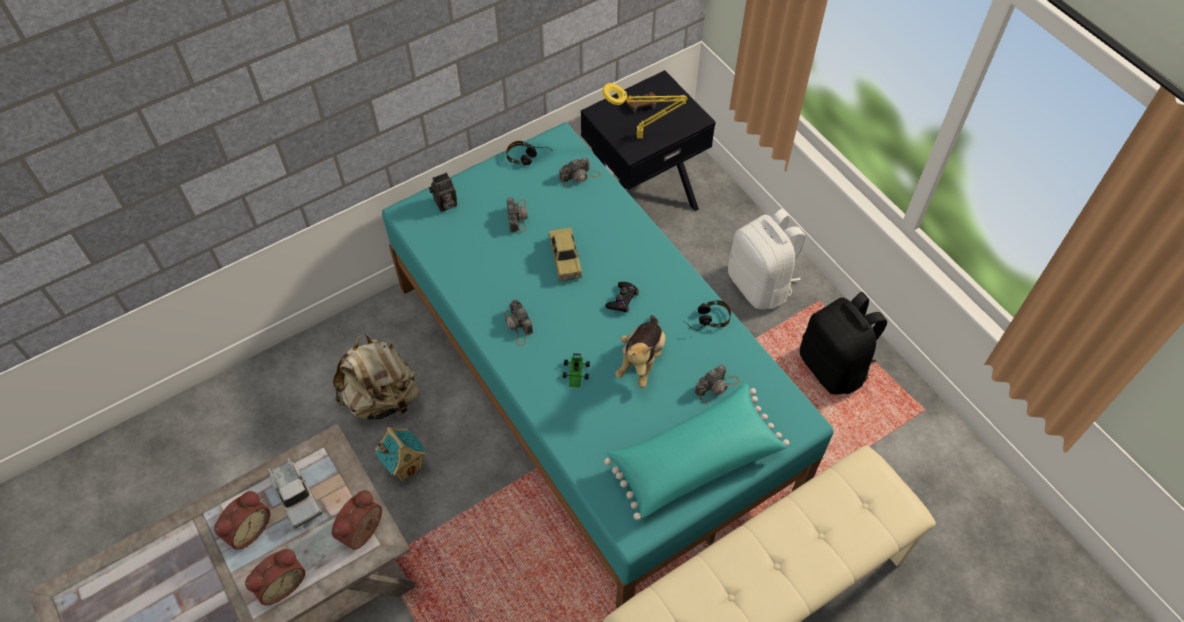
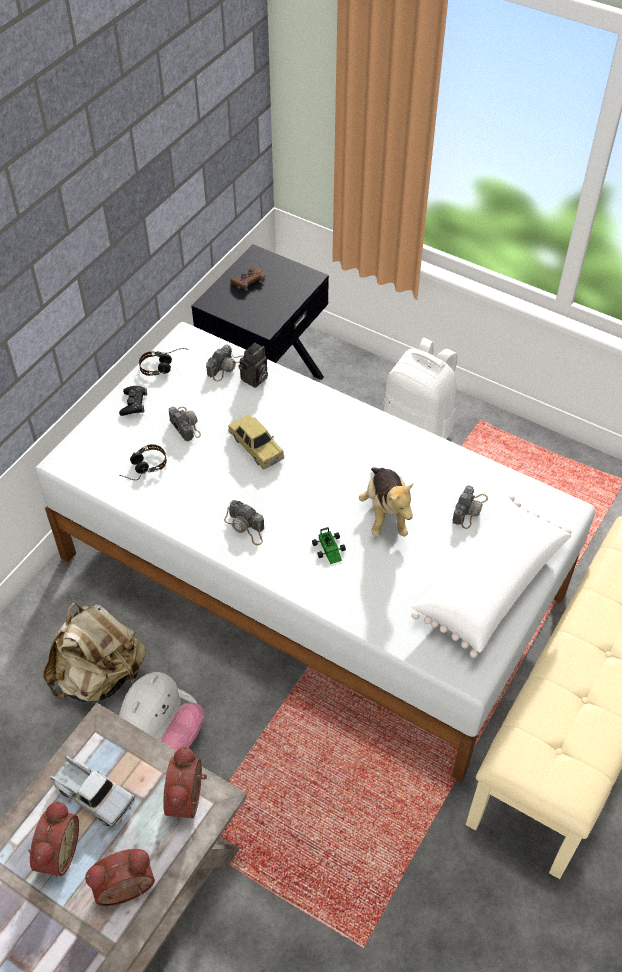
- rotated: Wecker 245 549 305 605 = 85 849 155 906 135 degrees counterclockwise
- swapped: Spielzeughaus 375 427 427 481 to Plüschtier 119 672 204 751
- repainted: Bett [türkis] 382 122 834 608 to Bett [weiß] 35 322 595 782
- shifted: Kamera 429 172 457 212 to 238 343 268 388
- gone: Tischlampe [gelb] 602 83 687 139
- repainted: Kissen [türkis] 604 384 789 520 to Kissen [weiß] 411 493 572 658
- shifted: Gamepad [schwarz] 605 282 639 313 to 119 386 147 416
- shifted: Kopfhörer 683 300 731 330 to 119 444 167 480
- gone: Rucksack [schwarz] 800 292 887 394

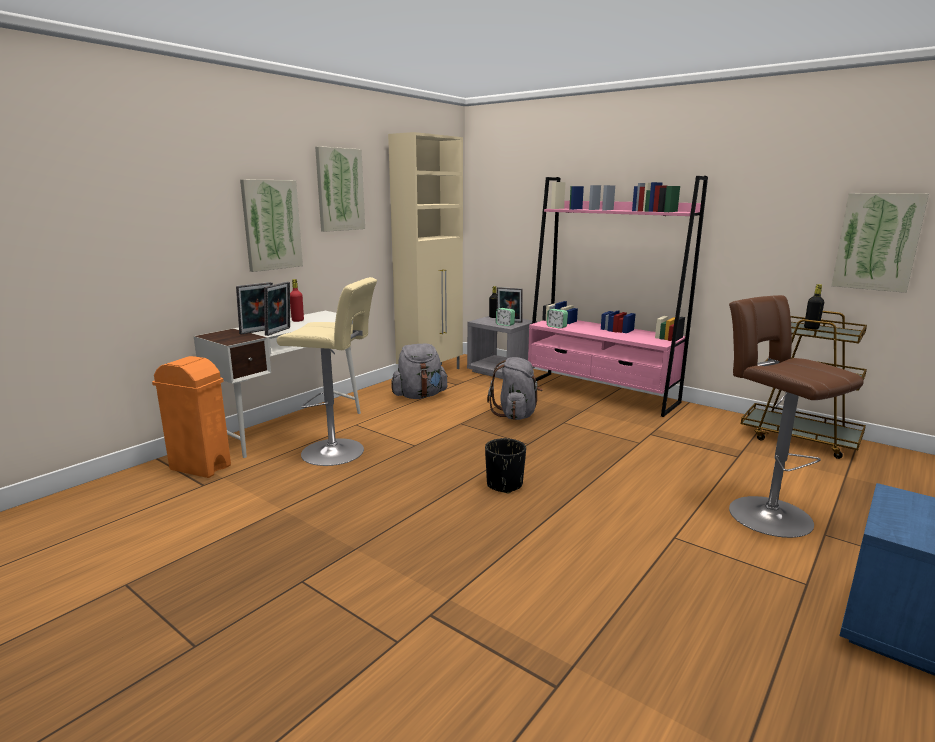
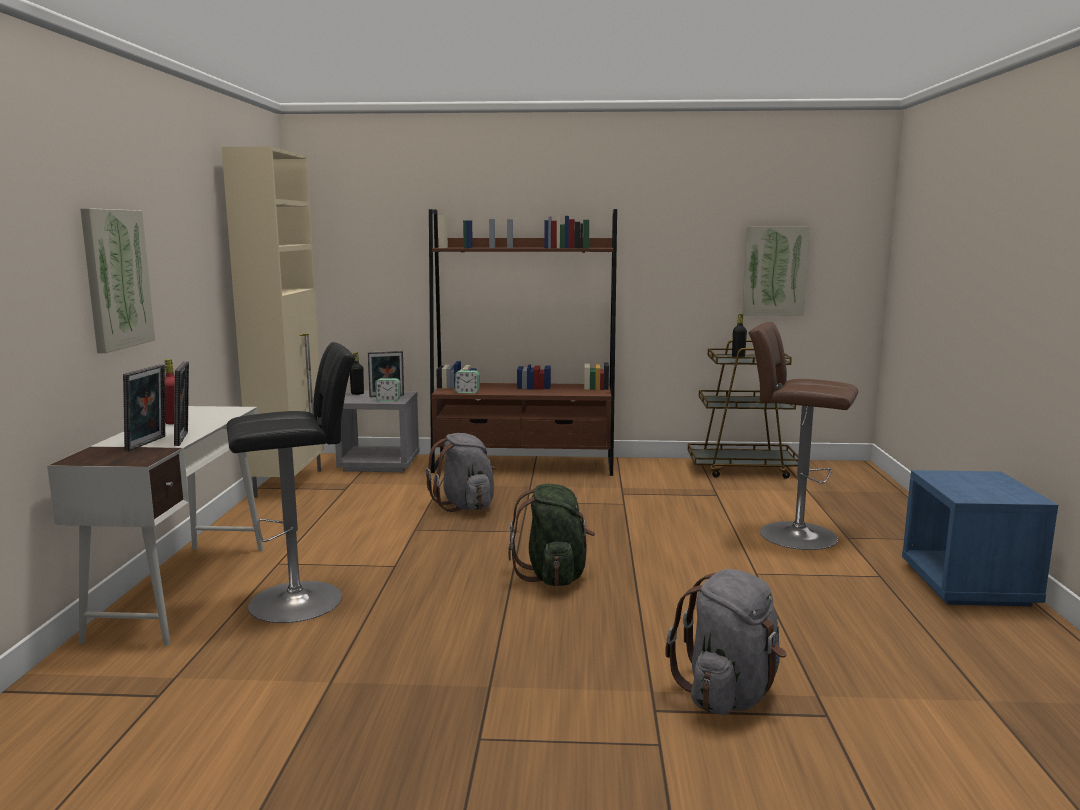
- gone: Mülleimer [orange] 152 356 231 478
- repainted: Hocker [beige] 277 277 377 466 to Hocker [schwarz] 227 342 355 623
- gone: Bild 315 146 365 232
- shifted: Rucksack [grau] 391 344 448 399 to 665 569 787 715
- swapped: Pflanzkübel [schwarz] 485 438 526 493 to Rucksack [grün] 508 484 595 586
- repainted: Bücherregal [rosa] 528 176 708 417 to Bücherregal [braun] 429 209 617 476

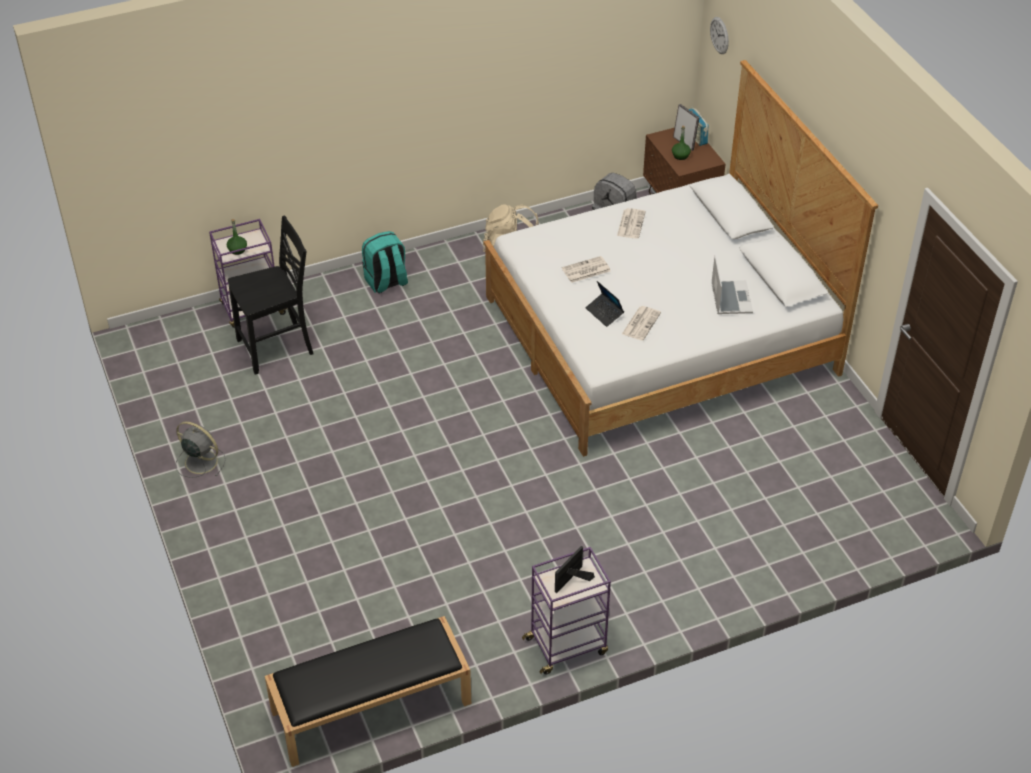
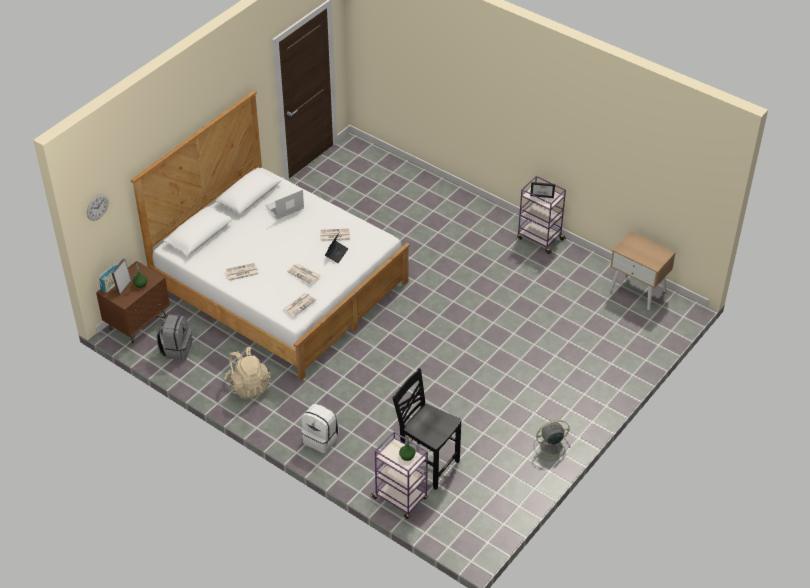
- rotated: Ventilator [grau] 176 421 226 478 = 534 420 571 461 75 degrees clockwise
- swapped: Bank [schwarz] 265 616 471 767 to Nachttisch [beige] 609 231 676 310
- repainted: Rucksack [türkis] 362 231 408 293 to Rucksack [weiß] 301 404 339 453
- new: Zeitung 283 293 316 317

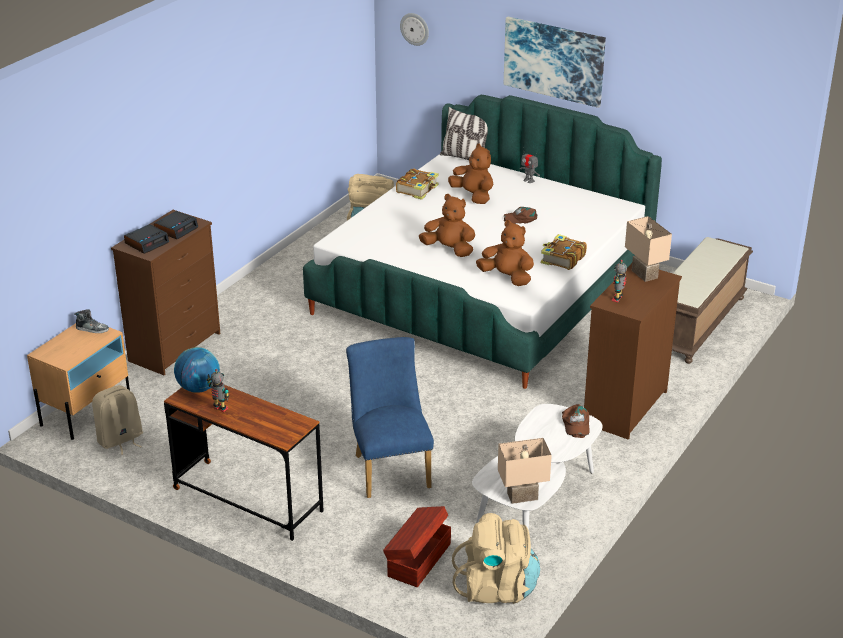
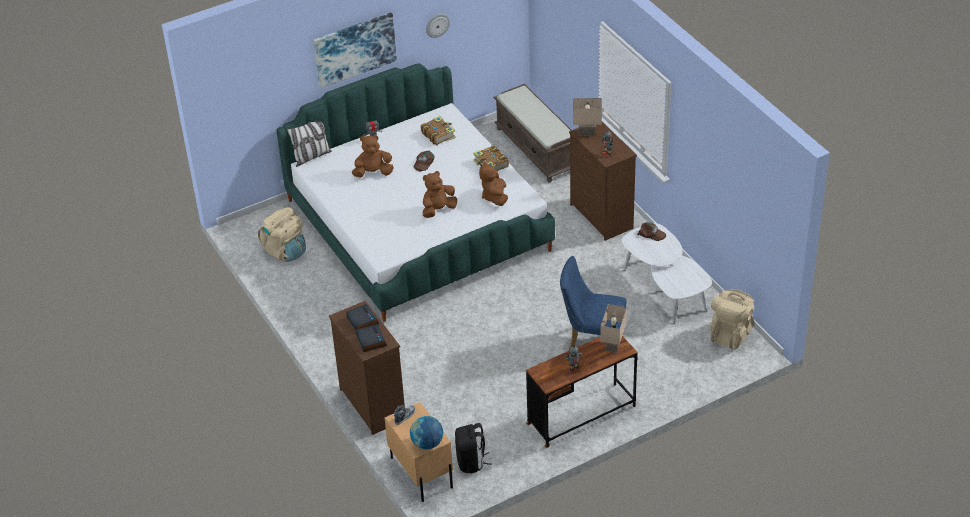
- repainted: Rucksack [beige] 92 385 143 455 to Rucksack [schwarz] 455 423 492 473
- shifted: Globus 174 347 220 393 to 410 416 443 449
- gone: Aufbewahrungsbox [braun] 383 506 451 587
- shifted: Buch 396 168 439 200 to 421 116 456 145
- shifted: Wanduhr 400 13 429 46 to 426 14 450 38
- rotated: Plüschtier [braun] 476 220 534 286 = 479 161 508 206 60 degrees counterclockwise
- shifted: Tischlampe [beige] 498 438 552 504 to 600 304 627 353

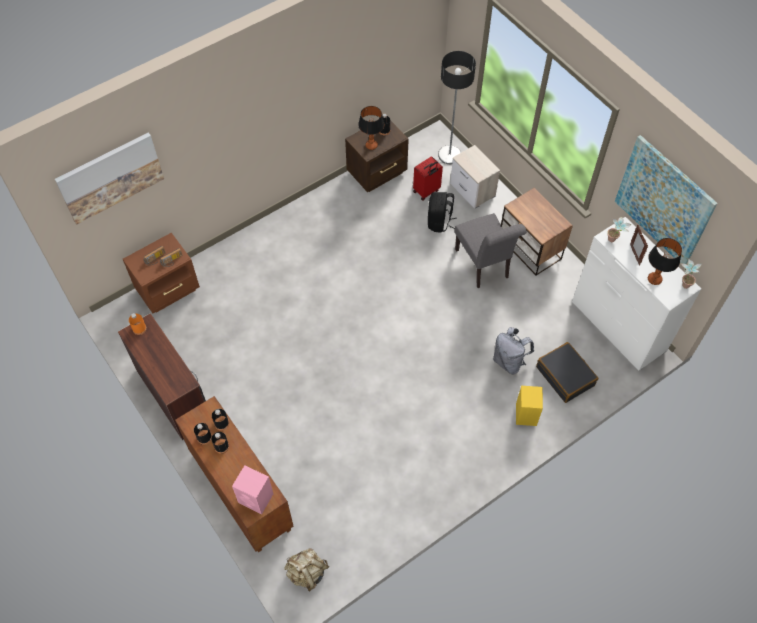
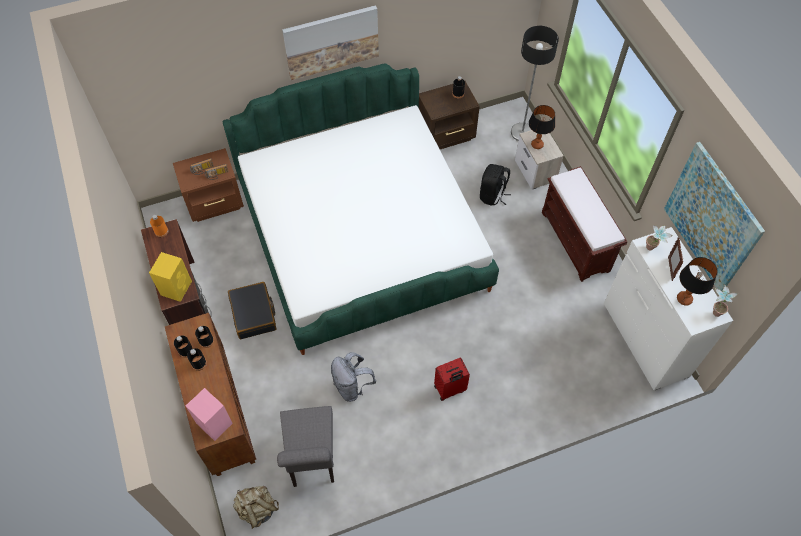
- shifted: Bild 55 132 164 225 to 282 5 379 80
- shifted: Tischlampe 358 106 384 150 to 529 105 555 149
- shifted: Koffer [rot] 413 156 443 201 to 434 358 470 401
- shifted: Stuhl [grau] 455 213 526 288 to 277 406 334 487
- shifted: Rucksack [grau] 493 327 534 374 to 331 352 376 402
- swapped: Nachttisch 501 188 573 275 to Bank [braun] 542 166 627 282
- shifted: Lautsprecher [gelb] 516 386 543 426 to 149 252 192 302
- shifted: Koffer [schwarz] 536 342 598 403 to 228 282 276 339
- new: Bett 222 64 499 355

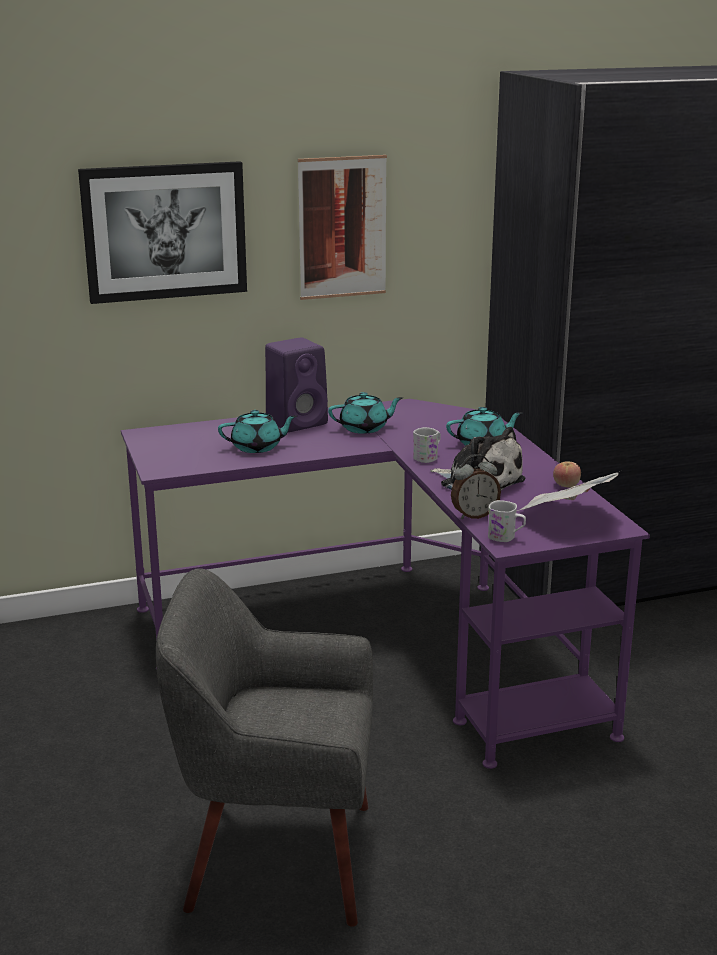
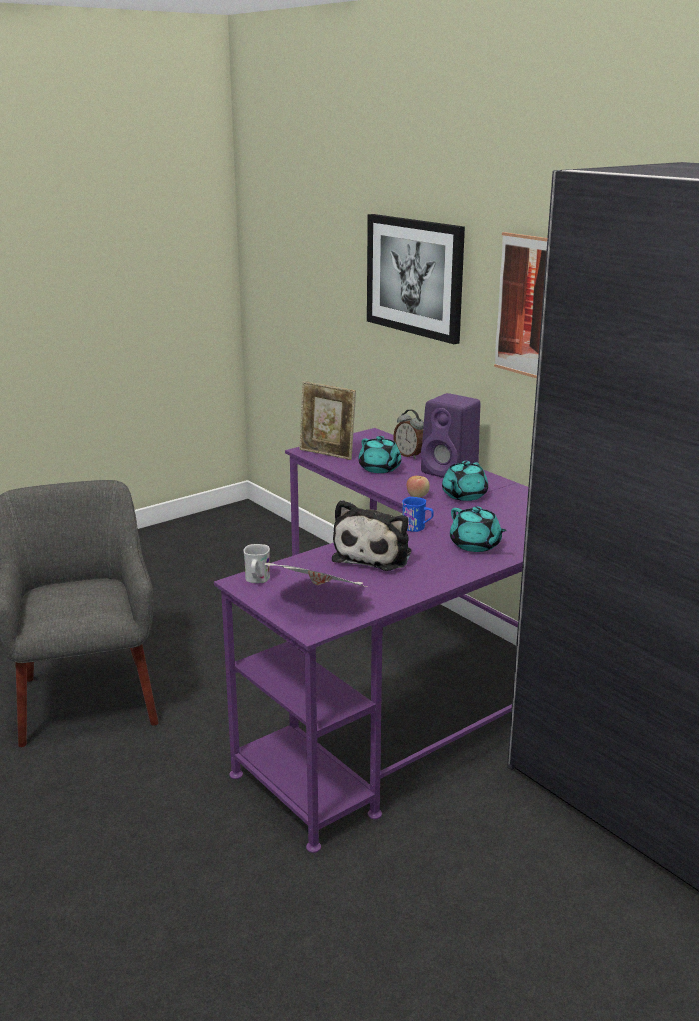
- rotated: Teekanne [türkis] 328 392 403 434 = 442 461 488 501 60 degrees clockwise
- repainted: Henkelbecher [weiß] 413 427 441 463 to Henkelbecher [blau] 402 497 434 532
- shifted: Wecker 451 454 501 519 to 393 409 424 459
- shifted: Apfel 553 461 581 487 to 407 476 430 498
- new: Bilderrahmen 300 381 356 460

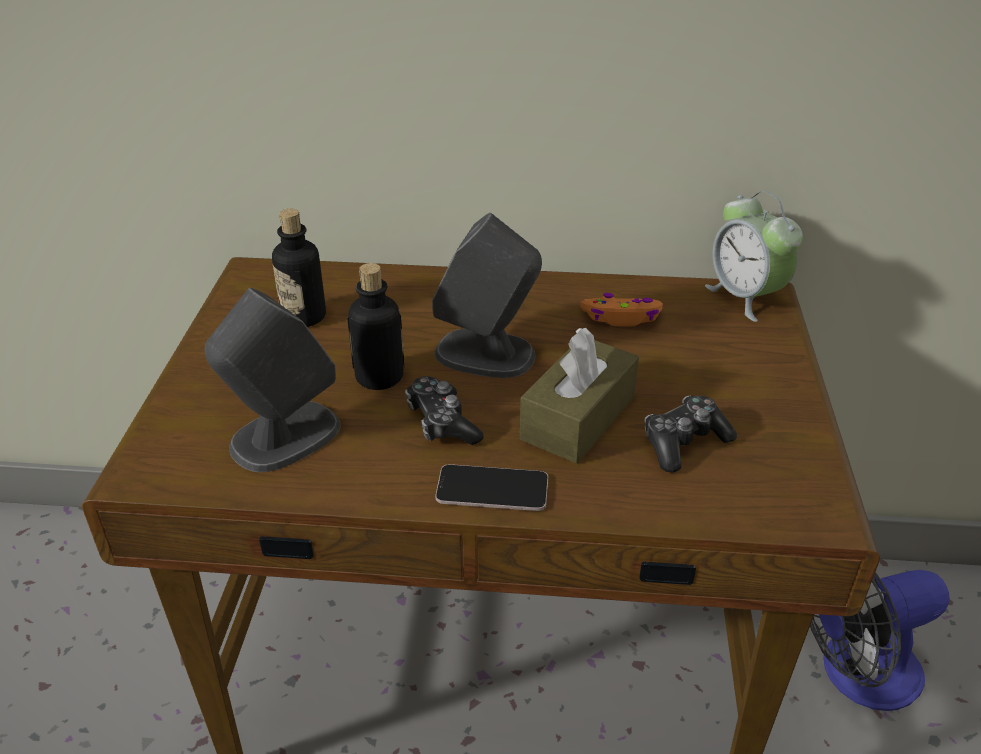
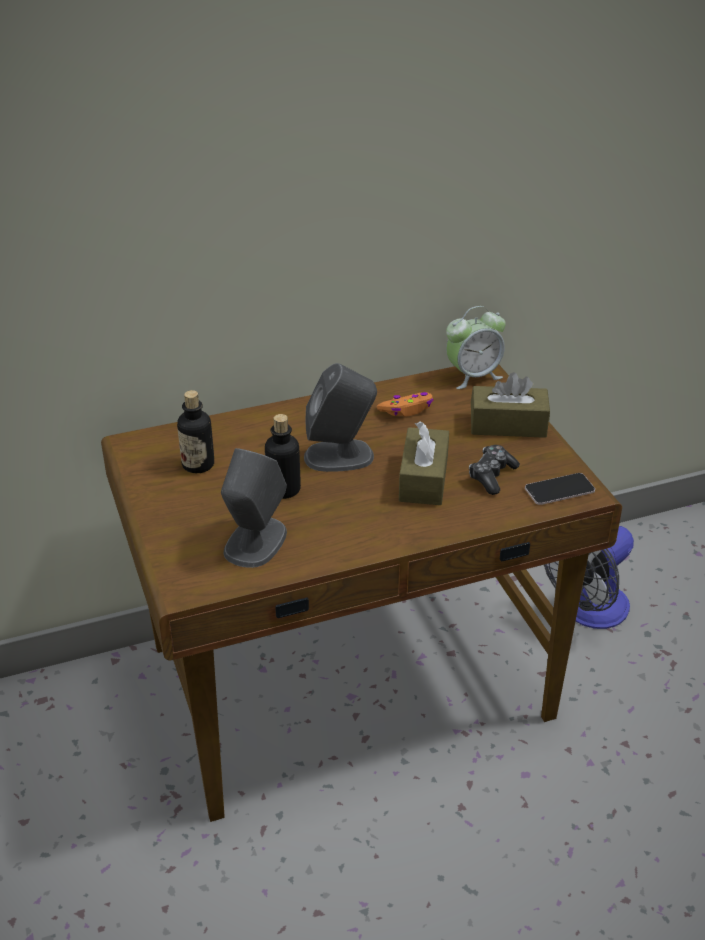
- gone: Gamepad 405 376 484 445
- shifted: Handy 435 464 548 511 to 525 473 595 505
- rotated: Wecker 705 191 803 322 = 446 306 506 389 60 degrees counterclockwise
- new: Taschentuchbox [braun] 471 372 550 438

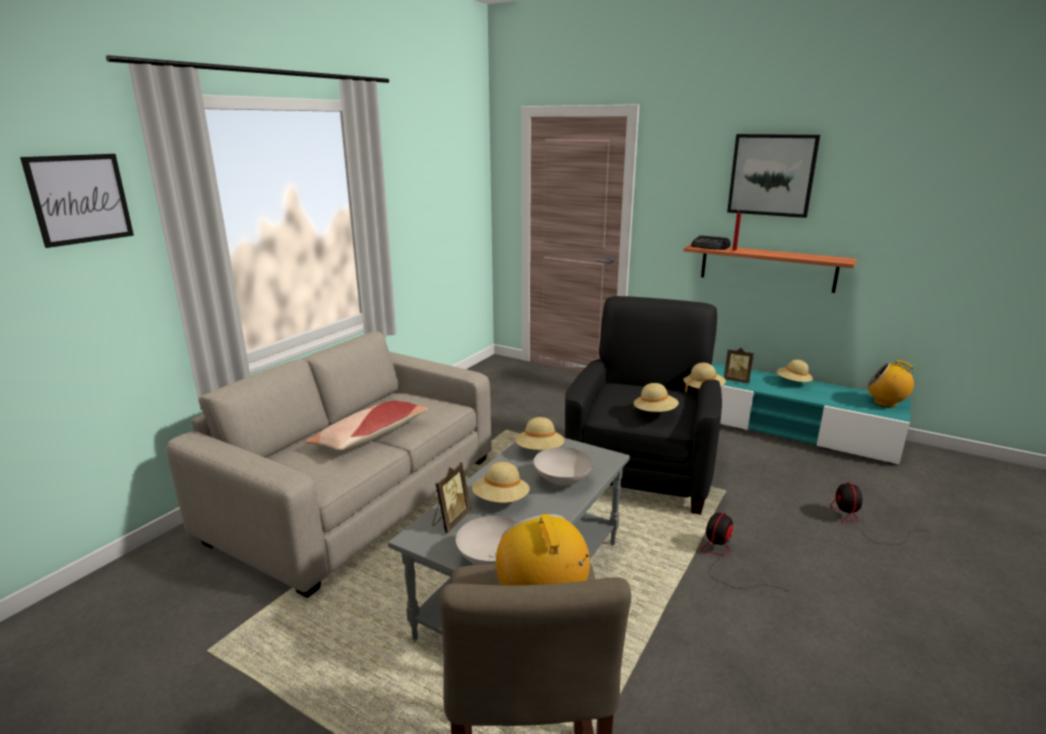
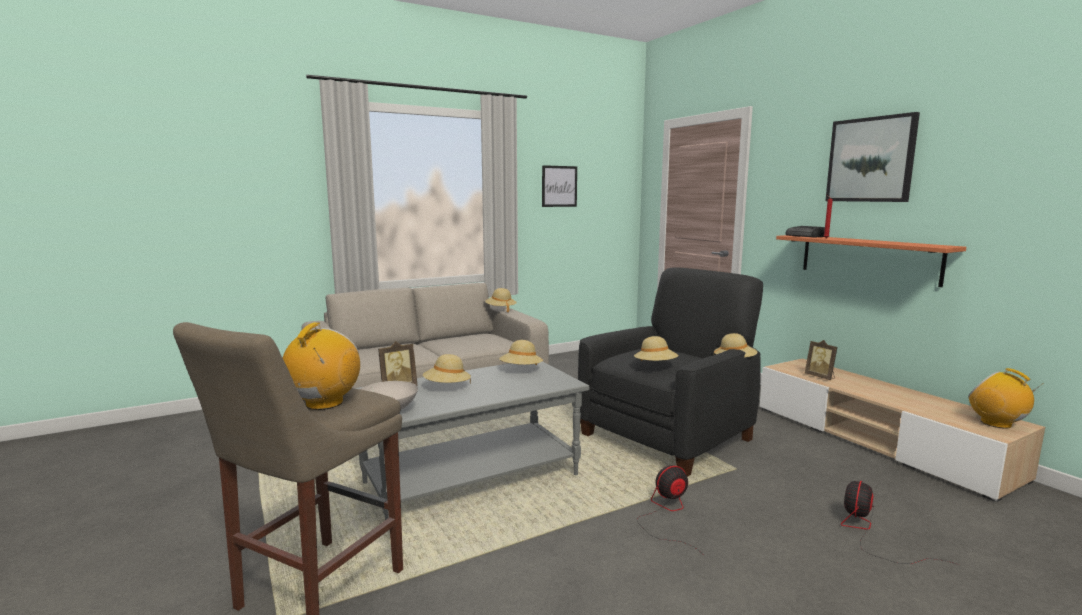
- shifted: Bild 20 154 134 248 to 542 165 577 207
- gone: Kissen 305 400 428 452
- gone: Schüssel [weiß] 534 447 593 486
- repainted: Fernsehschrank [türkis] 712 363 911 466 to Fernsehschrank [beige] 759 359 1045 502
- shifted: Hut [beige] 777 359 813 383 to 485 288 517 312

